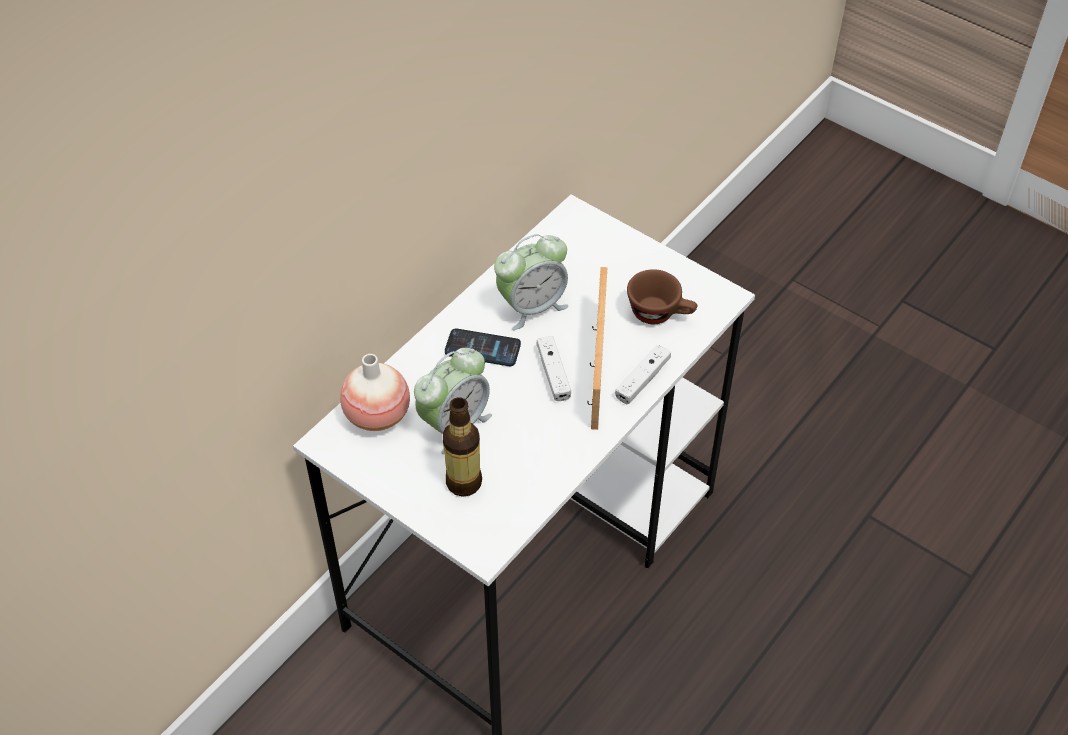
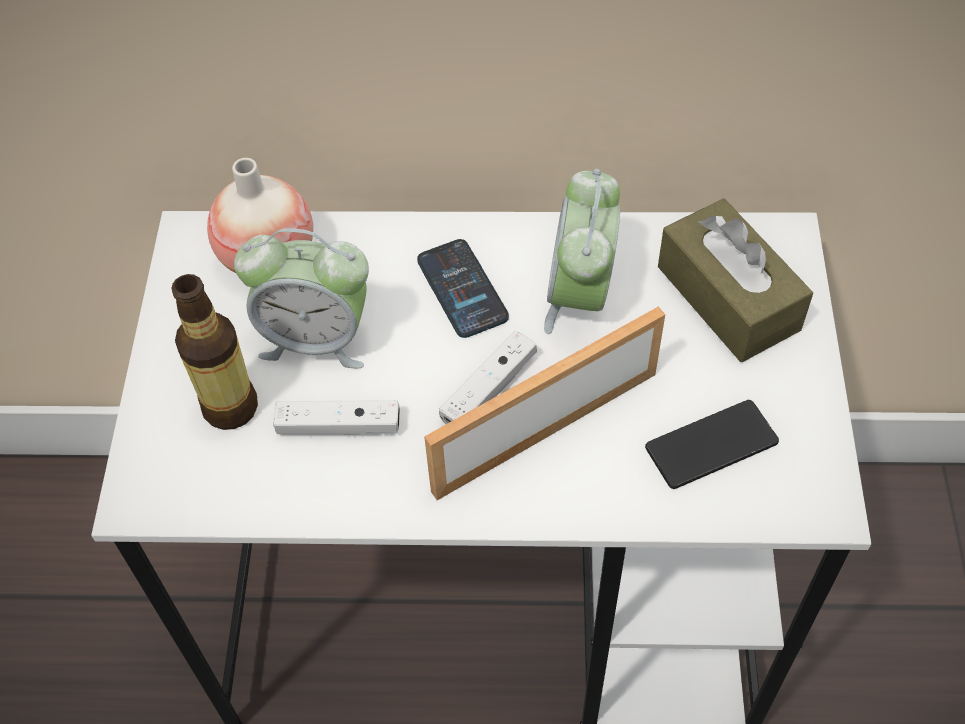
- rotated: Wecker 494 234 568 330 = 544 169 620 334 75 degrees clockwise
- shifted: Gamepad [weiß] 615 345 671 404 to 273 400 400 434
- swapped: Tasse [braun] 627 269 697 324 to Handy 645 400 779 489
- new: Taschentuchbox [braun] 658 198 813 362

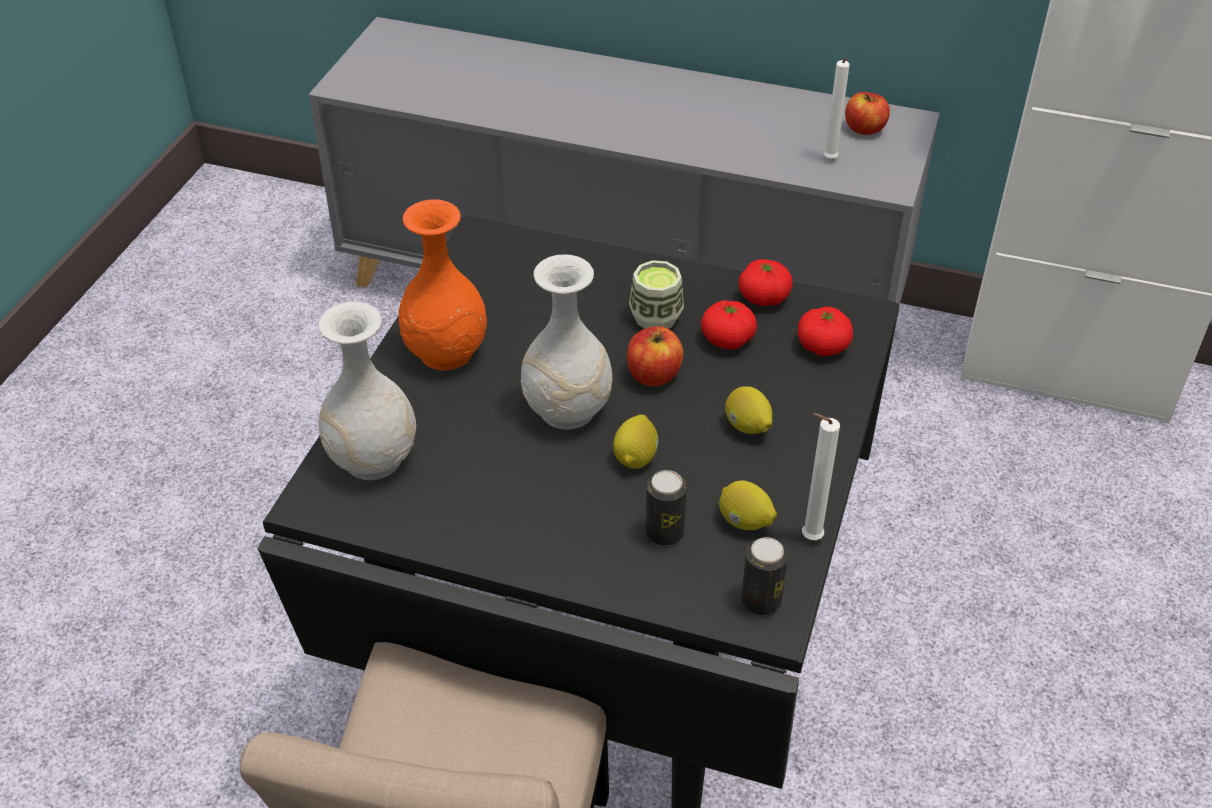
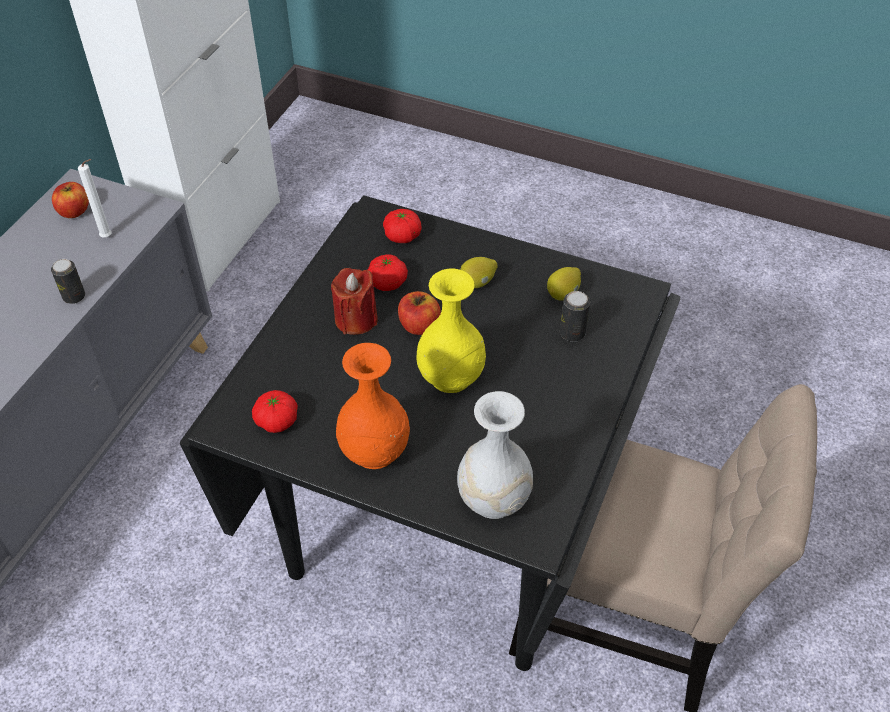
- repainted: Vase [weiß] 521 254 613 430 to Vase [gelb] 416 268 486 393
- gone: Zitrone 613 414 658 469
- swapped: Tasse 629 260 684 329 to Kerze [rot] 331 268 378 335
- shifted: Tomate 739 259 792 306 to 252 390 298 433
- shifted: Dose 741 537 788 615 to 51 259 85 304
- gone: Kerze [weiß] 802 413 840 540

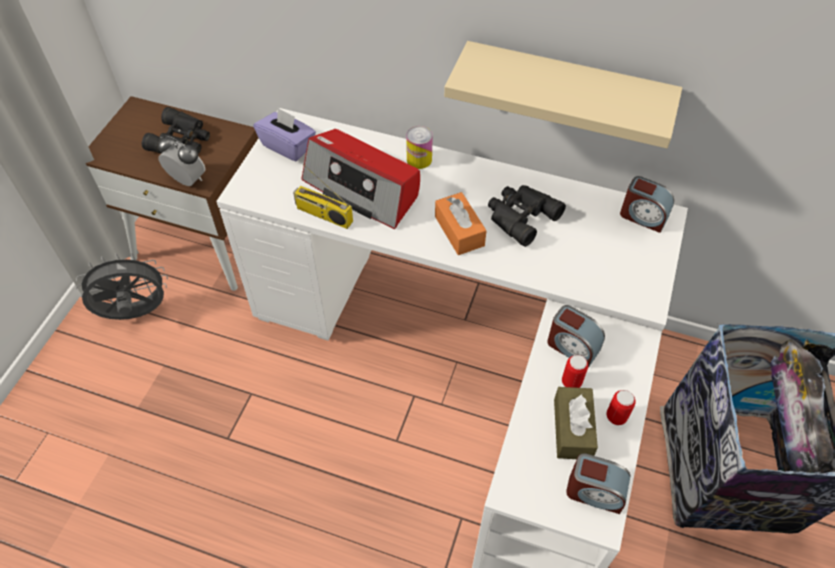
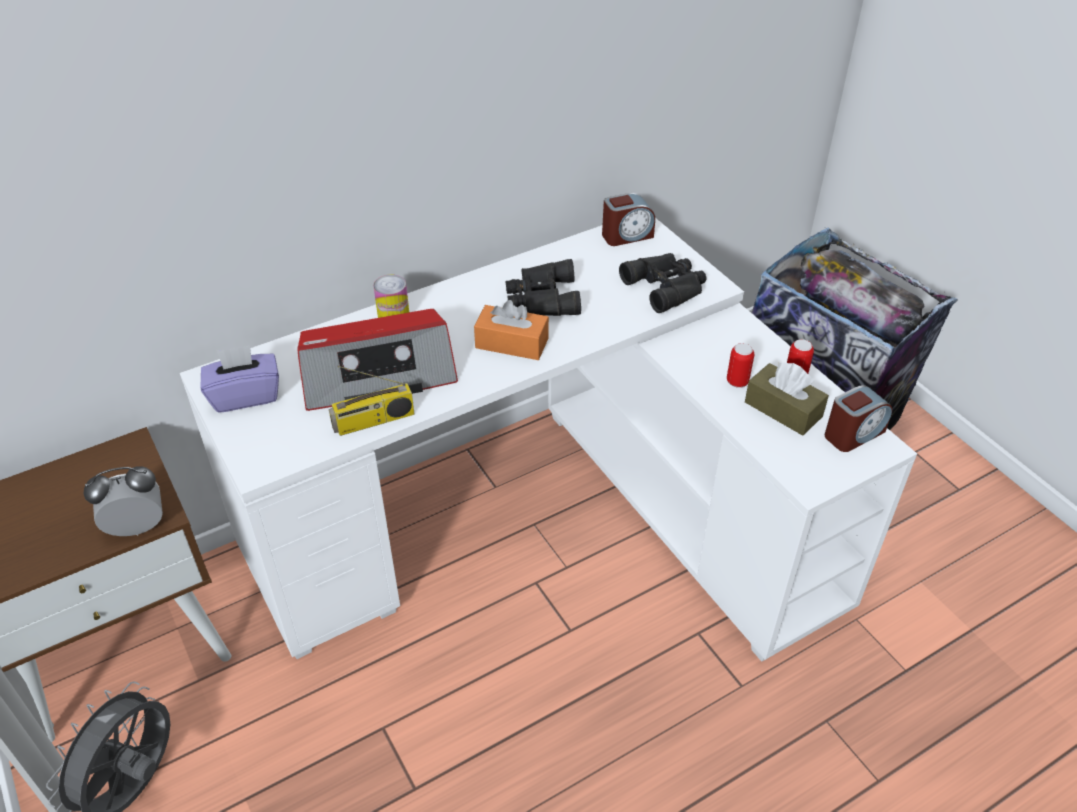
- shifted: Fernglas [schwarz] 142 107 210 153 to 619 253 707 313
- gone: Wandregal [beige] 444 41 682 148
- gone: Wecker 547 305 605 368

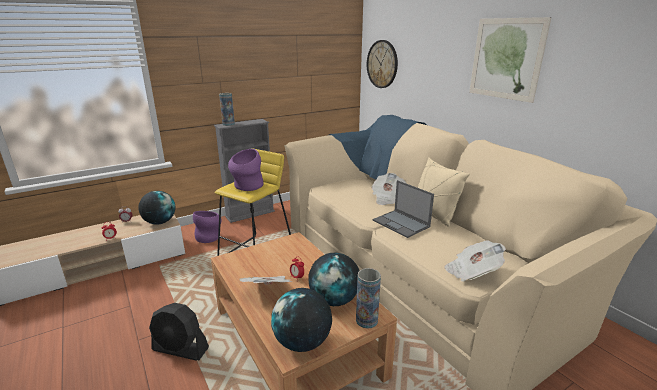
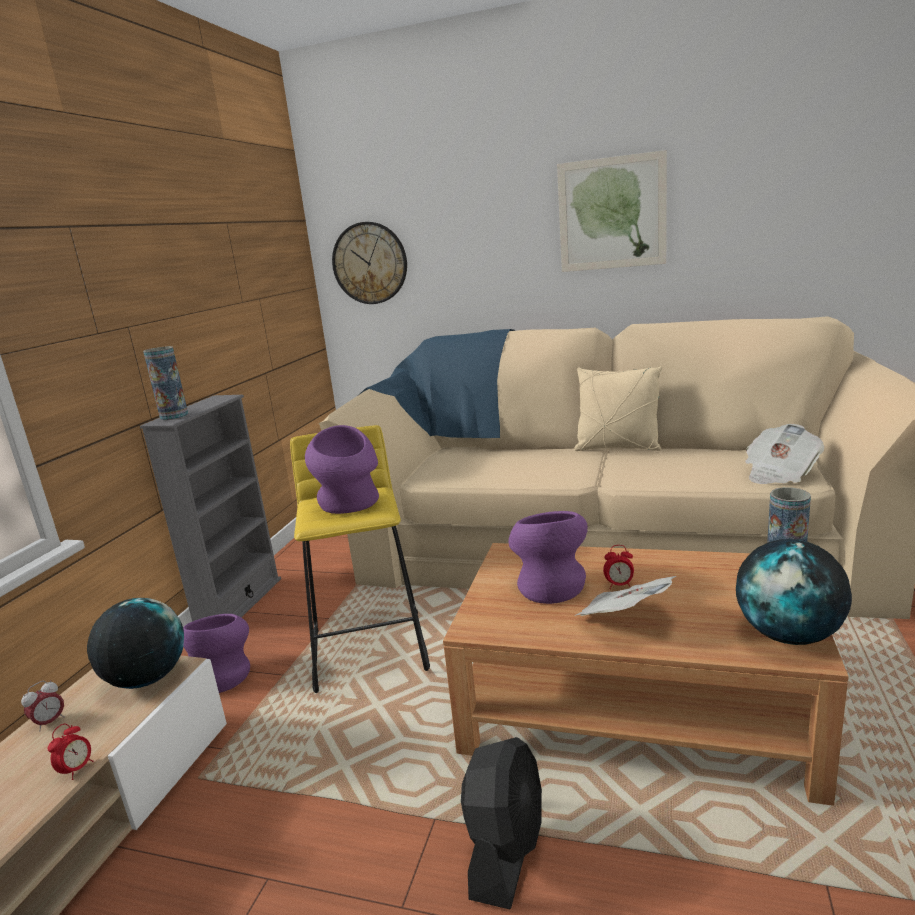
- rotated: Ventilator [schwarz] 149 303 209 361 = 461 737 542 910 45 degrees counterclockwise
- gone: Globus 308 253 359 306
- gone: Zeitung 372 173 407 205
- gone: Laptop 373 180 434 238
- new: Vase [lila] 508 511 588 604

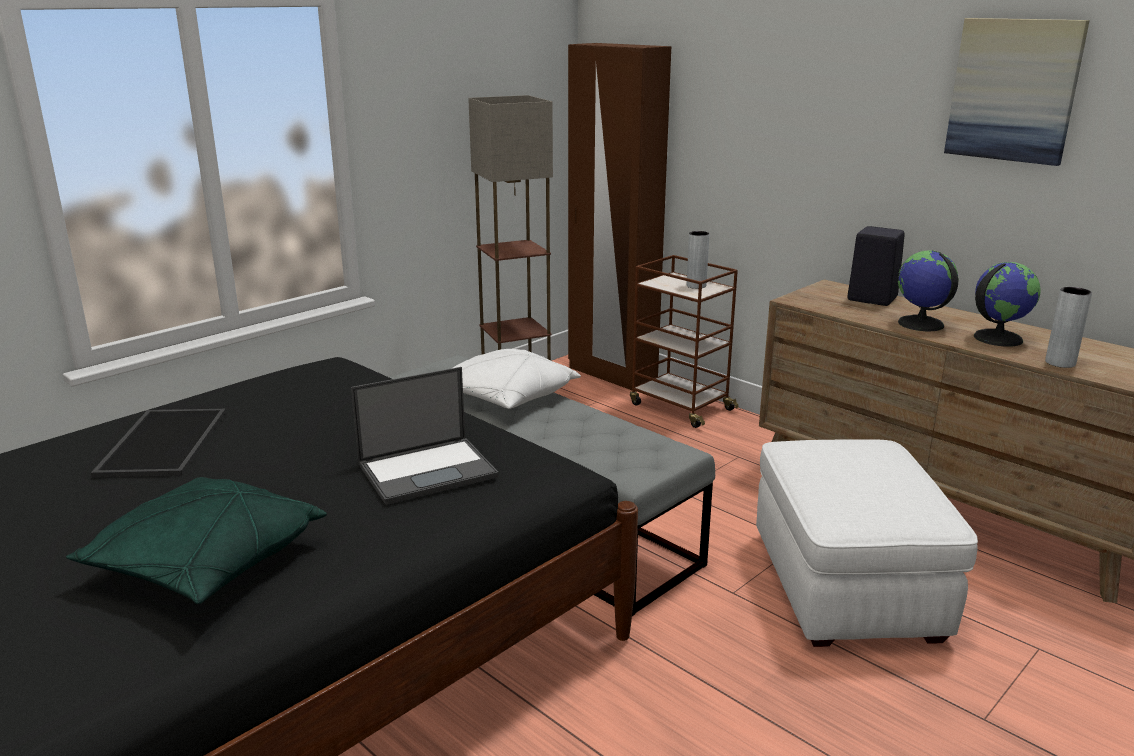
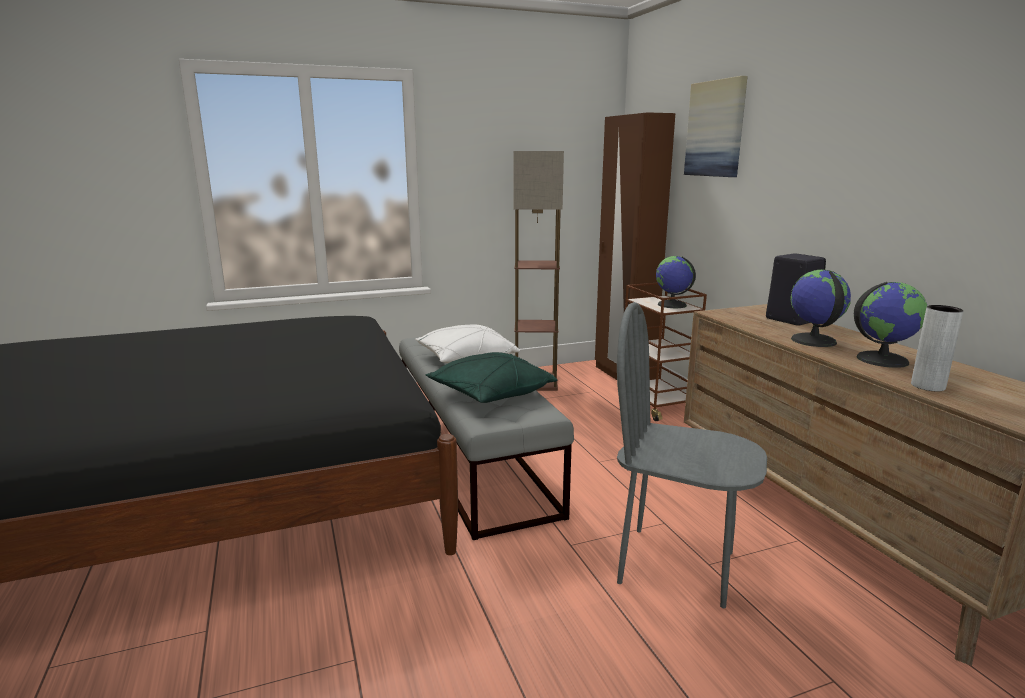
- shifted: Kissen [grün] 66 477 327 604 to 425 352 557 403
- gone: Tablett 91 409 226 478
- gone: Laptop 351 367 499 505
- swapped: Vase [grau] 687 231 710 289 to Globus 656 256 696 308
- swapped: Polsterhocker [weiß] 756 439 978 647 to Stuhl [grau] 617 302 767 608
- shifted: Bild 944 18 1090 166 to 684 76 748 177

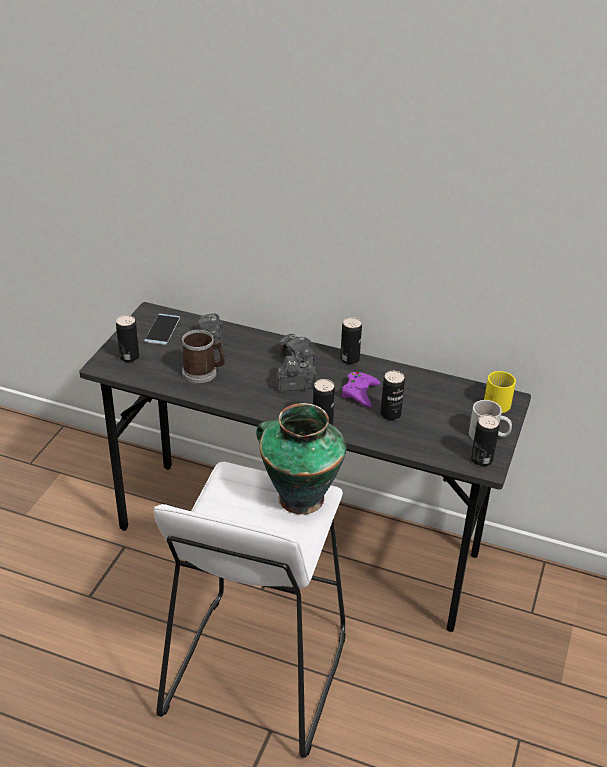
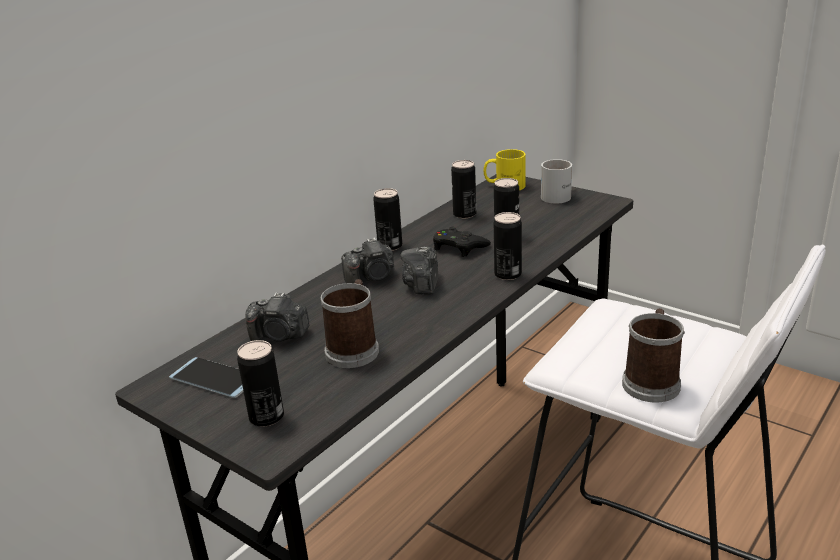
- gone: Vase 256 403 346 514
- repainted: Gamepad [lila] 342 372 381 408 to Gamepad [schwarz] 433 227 491 257
- shifted: Dose 471 415 500 466 to 451 160 476 219
- new: Henkelbecher 622 309 685 402

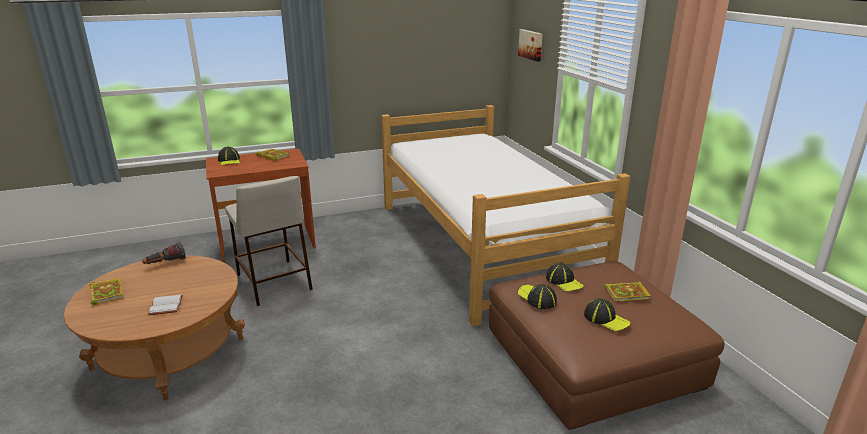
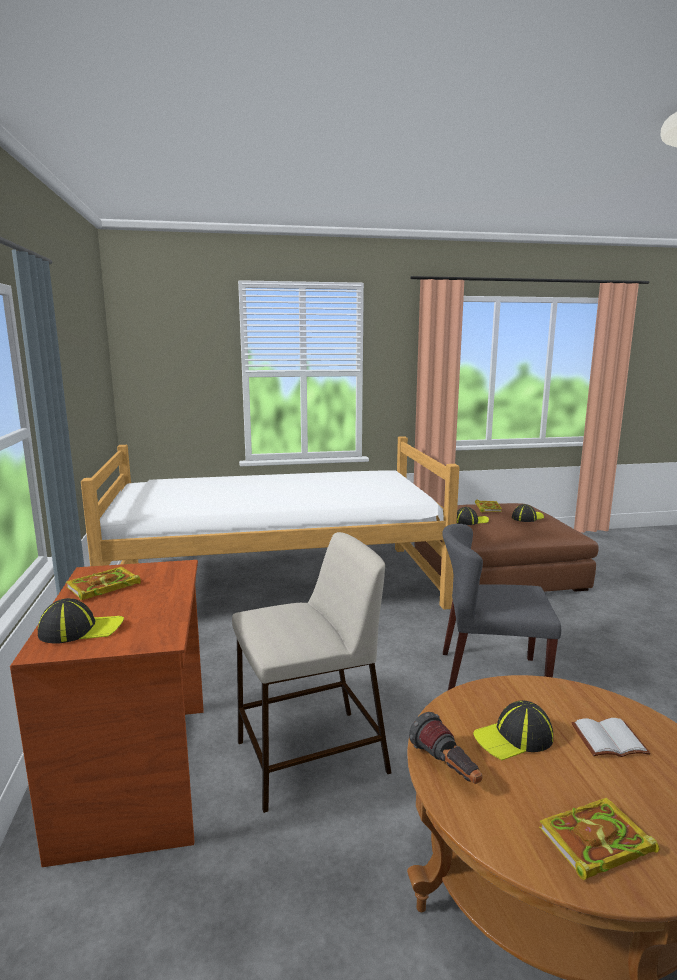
- gone: Bild 518 29 543 62
- shifted: Kappe 518 284 557 309 to 473 700 553 760
- new: Stuhl [grau] 442 524 561 690

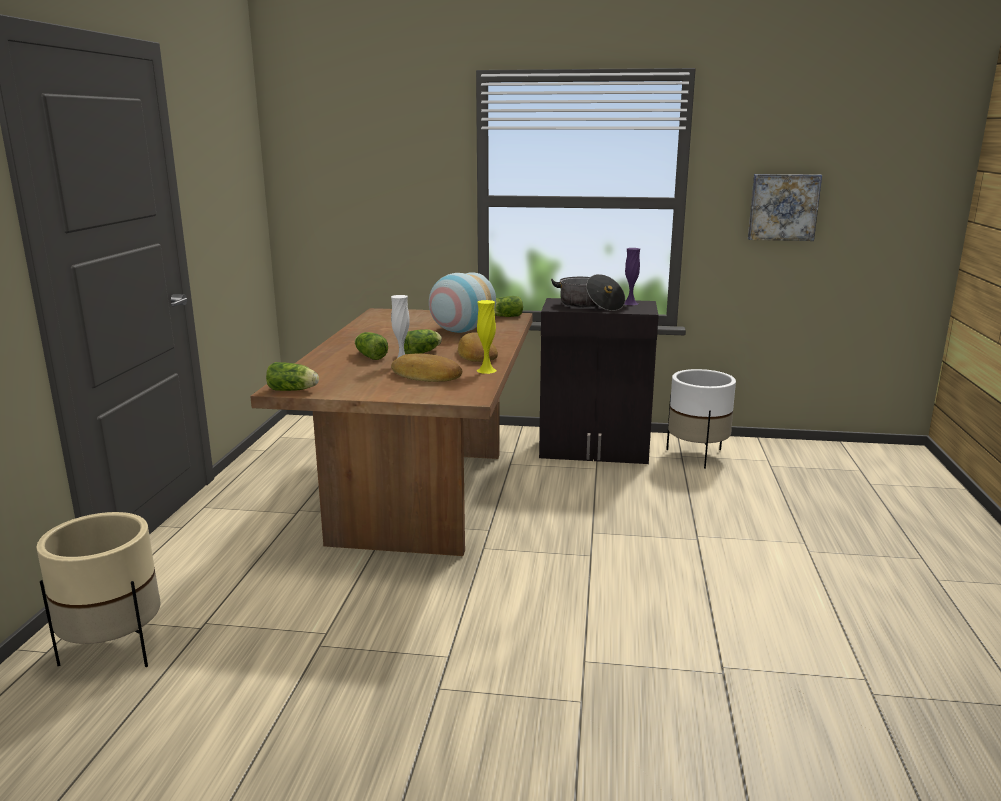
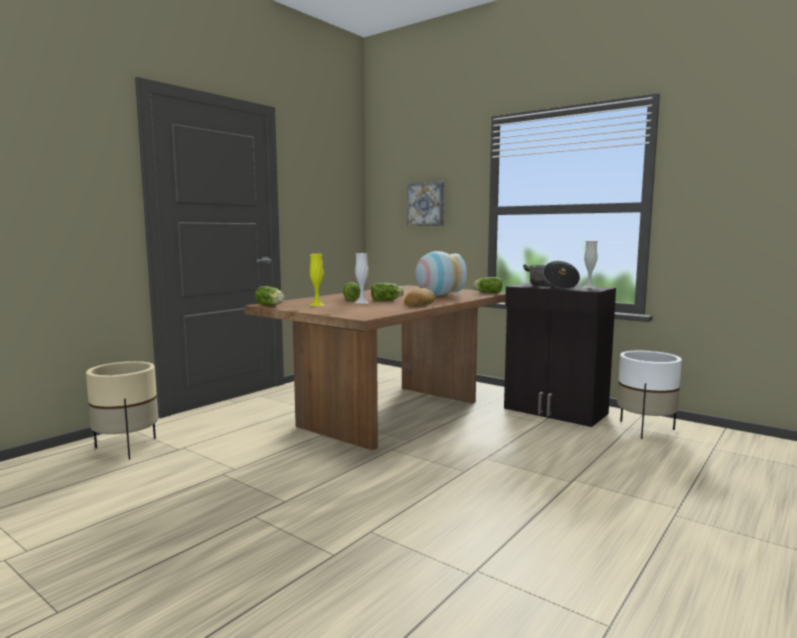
- gone: Brot 391 354 462 382
- shifted: Vase [gelb] 477 300 496 374 to 310 254 324 306
- repainted: Vase [lila] 624 248 640 305 to Vase [weiß] 583 241 598 288
- shifted: Bild 748 174 822 241 to 407 182 444 226

